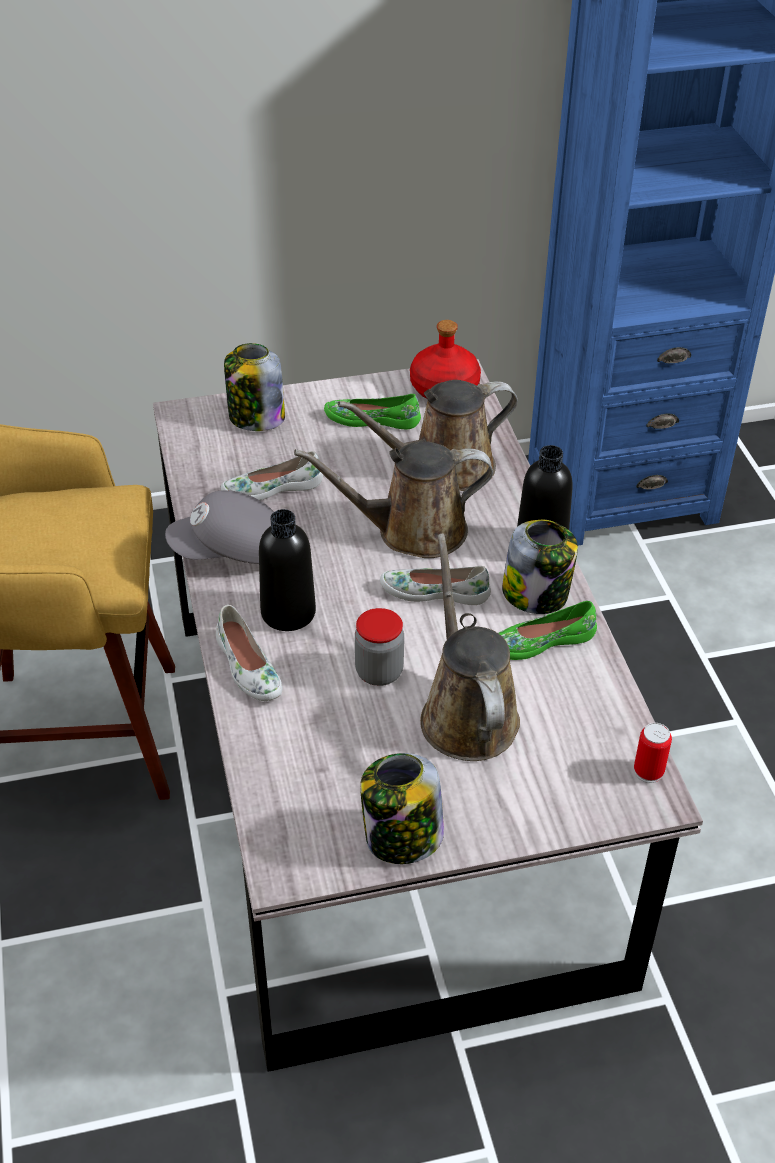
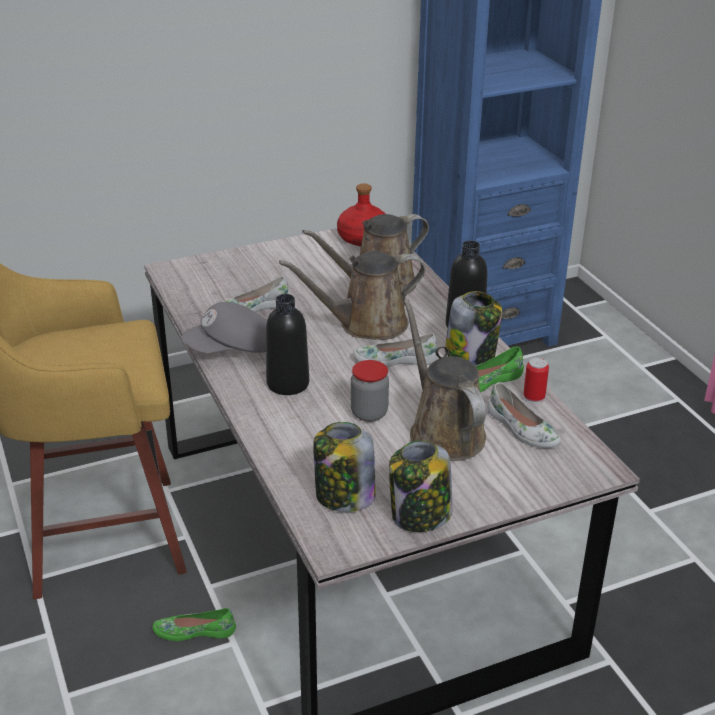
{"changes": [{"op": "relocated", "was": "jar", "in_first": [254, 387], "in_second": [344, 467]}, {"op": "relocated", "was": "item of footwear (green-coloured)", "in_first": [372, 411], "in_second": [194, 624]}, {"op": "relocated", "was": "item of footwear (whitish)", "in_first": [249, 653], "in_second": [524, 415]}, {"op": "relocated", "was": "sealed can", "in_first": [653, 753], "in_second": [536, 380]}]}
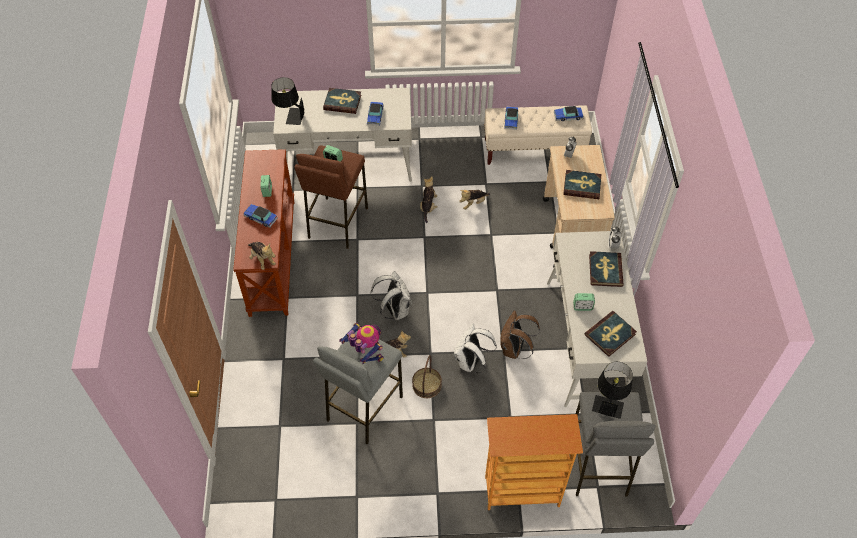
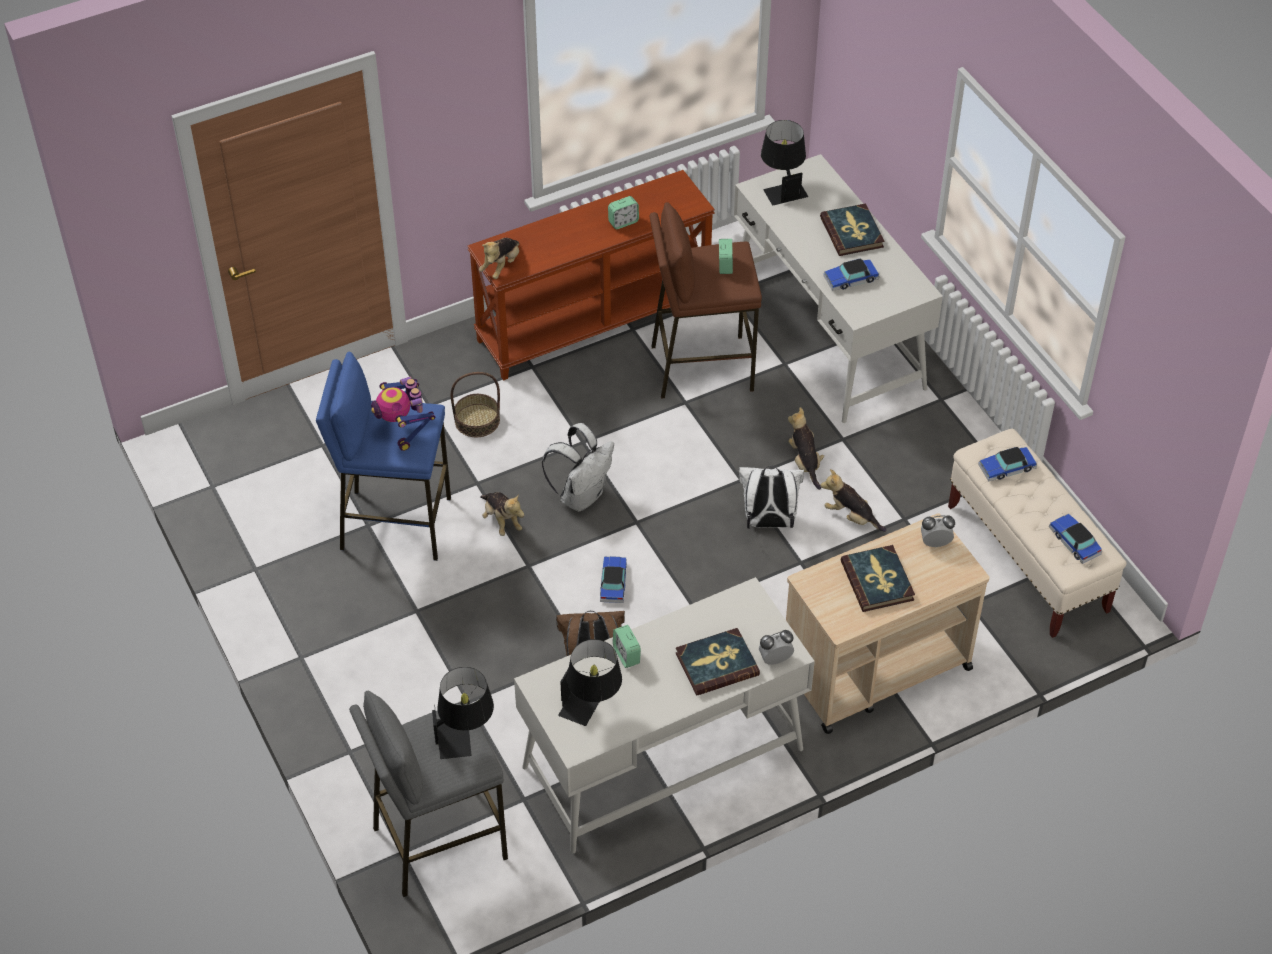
{"changes": [{"op": "spun", "was": "cuddly toy", "in_first": [429, 199], "in_second": [806, 448], "clockwise": -90}, {"op": "relocated", "was": "toy car", "in_first": [260, 216], "in_second": [613, 579]}, {"op": "exchanged", "was": "bound book", "now": "table lamp (black-coloured)", "in_first": [611, 334], "in_second": [590, 682]}, {"op": "spun", "was": "model robot", "in_first": [361, 343], "in_second": [403, 414], "clockwise": 135}, {"op": "relocated", "was": "backpack (whitish)", "in_first": [475, 348], "in_second": [771, 497]}, {"op": "colour", "was": "stool seat (gray)", "now": "stool seat (blue)", "in_first": [358, 387], "in_second": [383, 456]}, {"op": "relocated", "was": "storage basket", "in_first": [427, 376], "in_second": [475, 404]}, {"op": "missing", "was": "bookcase", "in_first": [534, 462]}]}
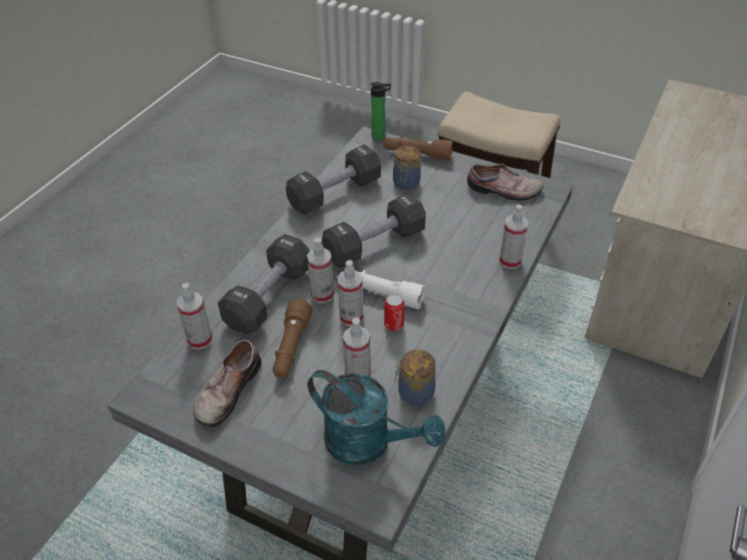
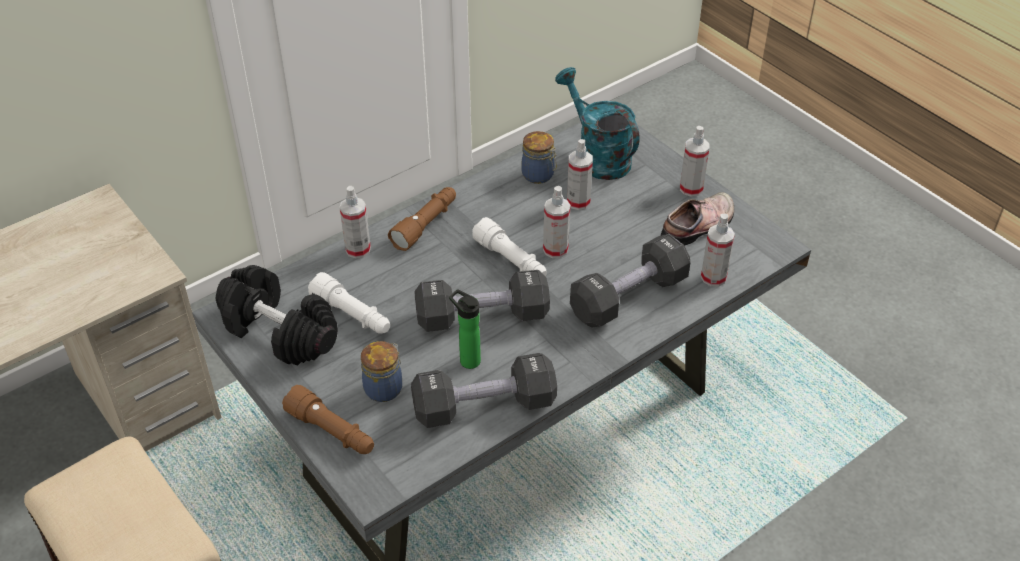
{"changes": [{"op": "relocated", "was": "beverage bottle", "in_first": [381, 111], "in_second": [465, 329]}, {"op": "exchanged", "was": "item of footwear", "now": "free weight (black-coloured)", "in_first": [505, 182], "in_second": [277, 315]}, {"op": "relocated", "was": "hand sprayer", "in_first": [320, 270], "in_second": [695, 161]}, {"op": "missing", "was": "sealed can", "in_first": [394, 312]}, {"op": "relocated", "was": "torch (brownish)", "in_first": [292, 338], "in_second": [422, 219]}, {"op": "appeared", "now": "torch (whitish)", "in_second": [349, 303]}]}
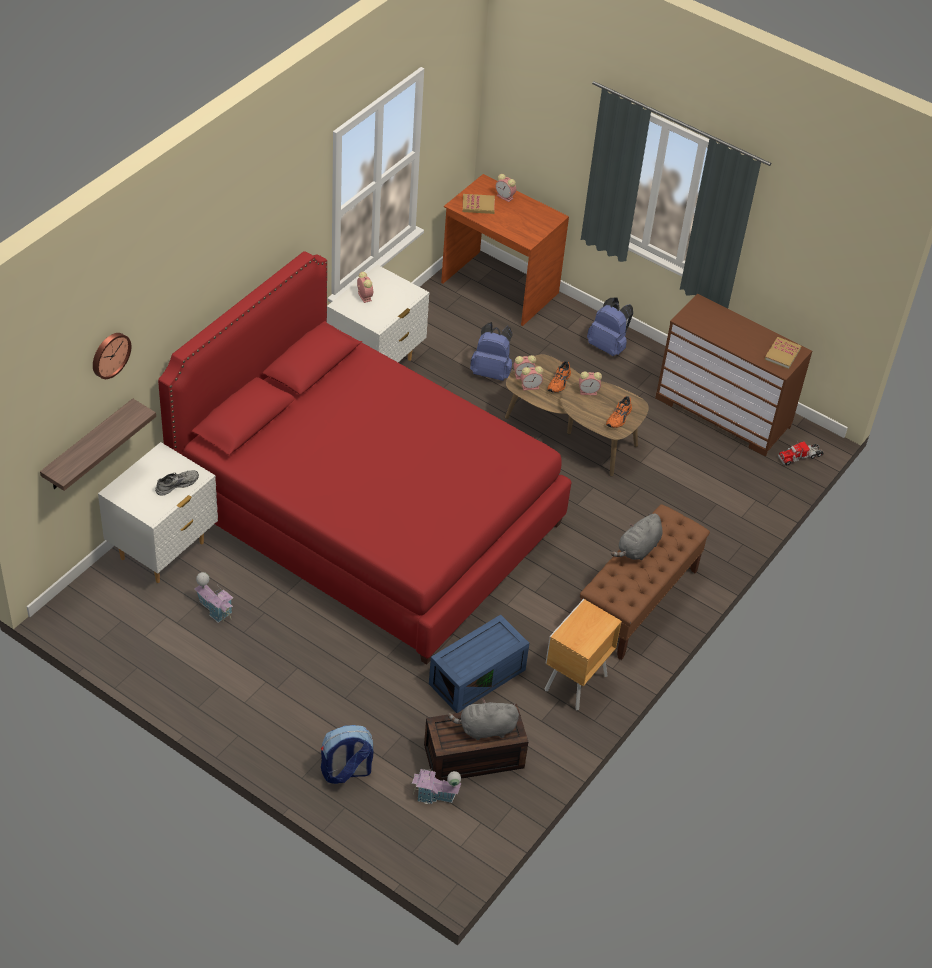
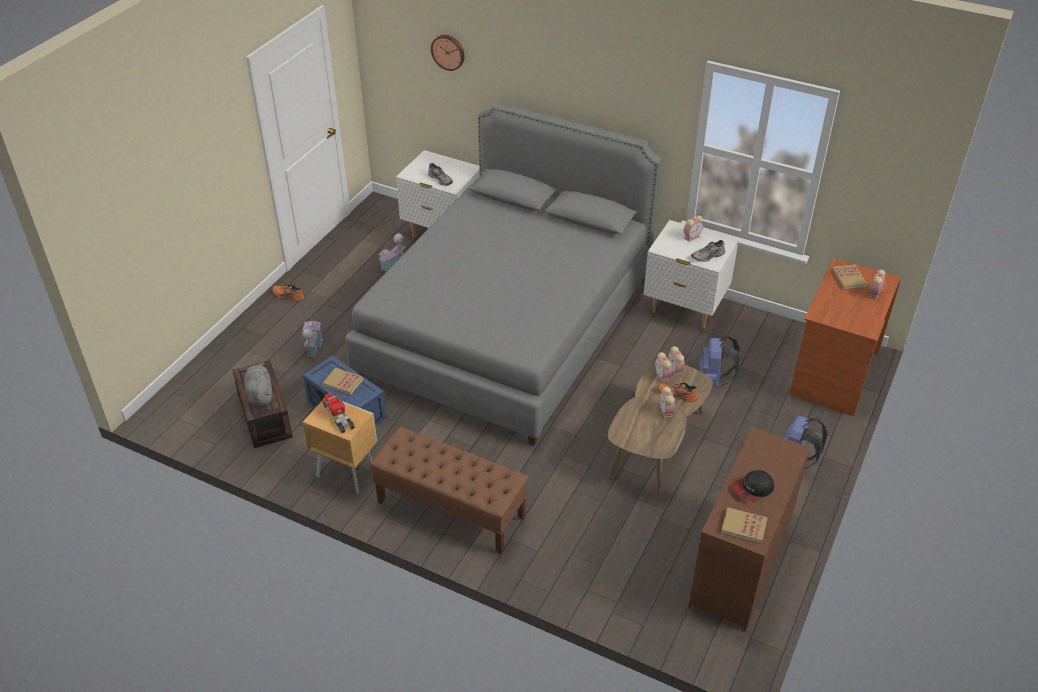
{"changes": [{"op": "colour", "was": "bedroom bed (reddish)", "now": "bedroom bed (gray)", "in_first": [364, 458], "in_second": [503, 274]}, {"op": "relocated", "was": "item of footwear (orangey)", "in_first": [619, 412], "in_second": [288, 292]}, {"op": "missing", "was": "wall shelf", "in_first": [98, 444]}, {"op": "relocated", "was": "toy truck", "in_first": [801, 453], "in_second": [338, 413]}, {"op": "missing", "was": "cuddly toy (gray)", "in_first": [636, 537]}, {"op": "missing", "was": "backpack", "in_first": [347, 754]}, {"op": "relocated", "was": "toy house", "in_first": [436, 786], "in_second": [312, 336]}, {"op": "appeared", "now": "item of footwear (gray)", "in_second": [708, 251]}, {"op": "appeared", "now": "bound book", "in_second": [343, 381]}, {"op": "appeared", "now": "peaked cap", "in_second": [753, 485]}]}
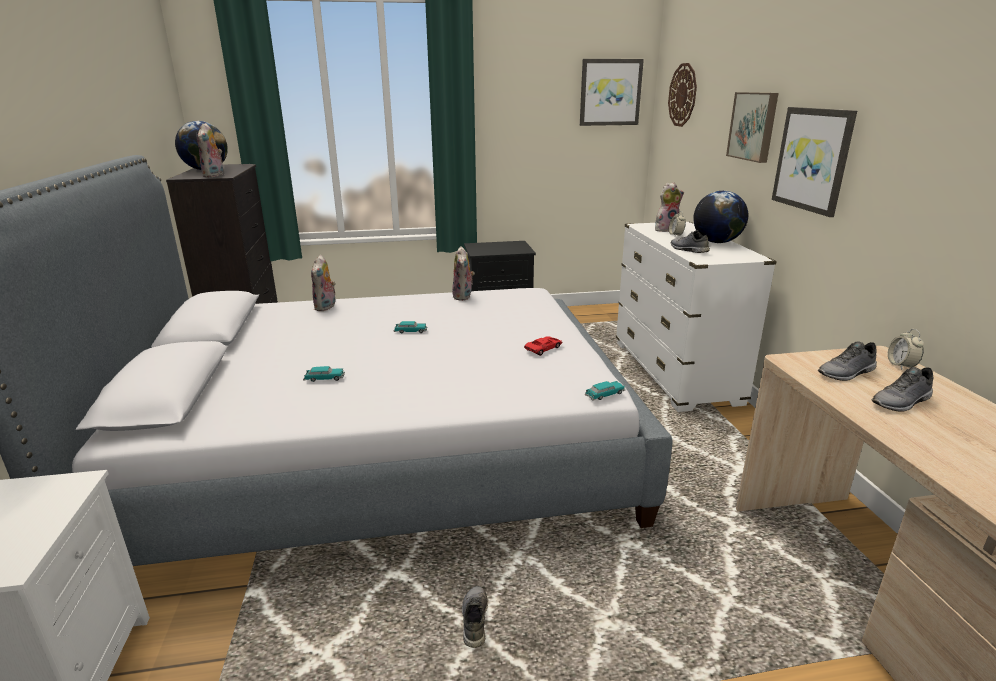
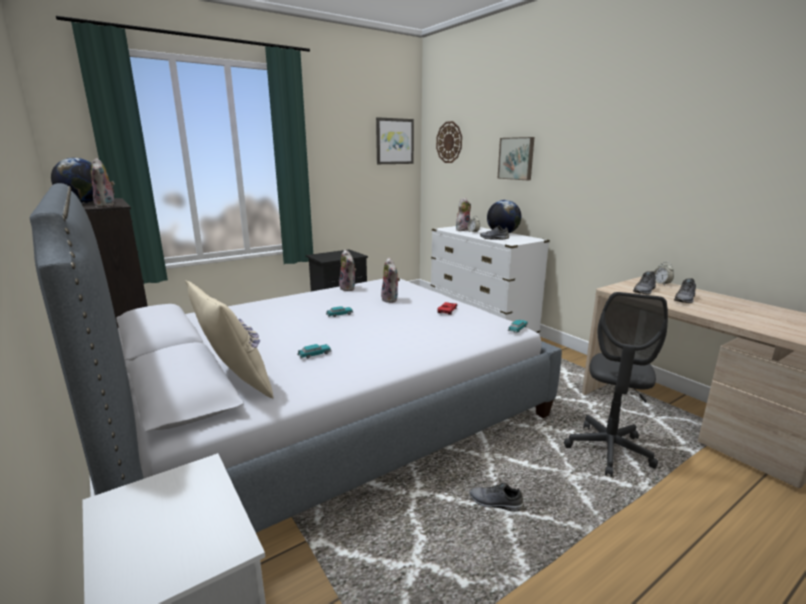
{"changes": [{"op": "missing", "was": "picture", "in_first": [814, 162]}, {"op": "relocated", "was": "cuddly toy", "in_first": [323, 283], "in_second": [390, 280]}, {"op": "spun", "was": "item of footwear (gray)", "in_first": [475, 617], "in_second": [496, 497], "clockwise": -45}, {"op": "appeared", "now": "cushion (beige)", "in_second": [229, 339]}, {"op": "appeared", "now": "office chair (gray)", "in_second": [616, 384]}]}
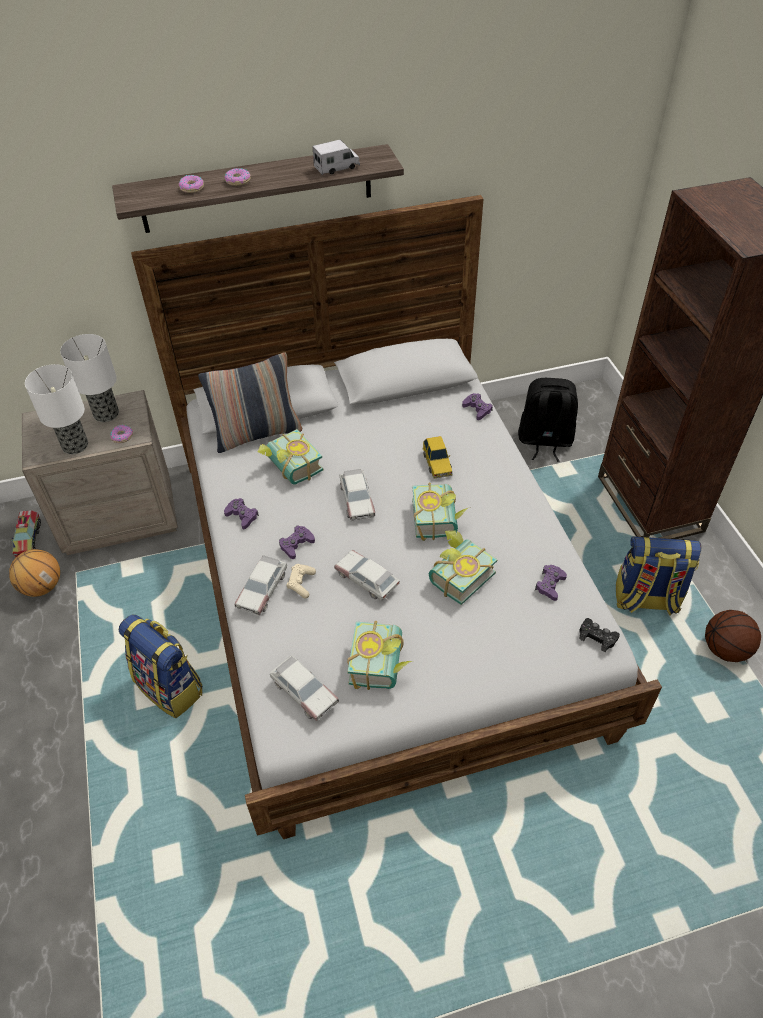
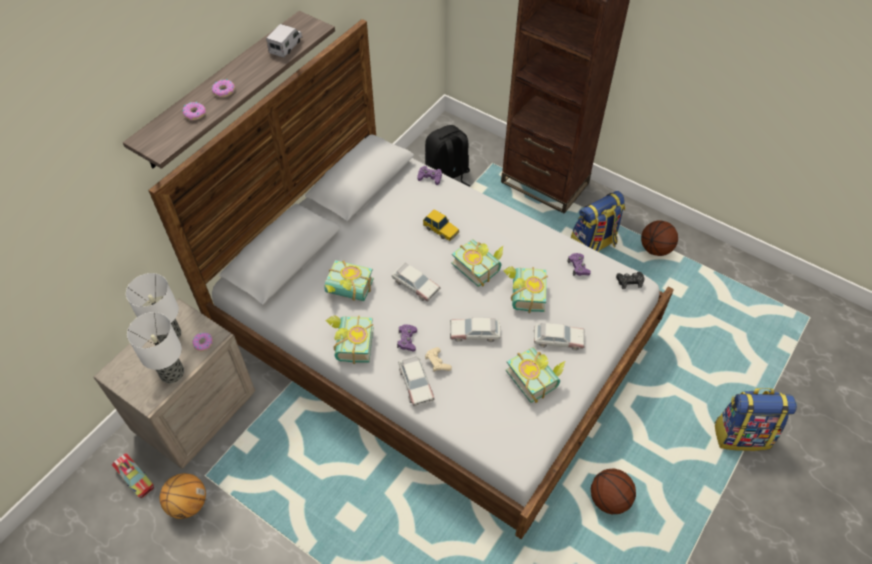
{"changes": [{"op": "missing", "was": "cushion", "in_first": [250, 402]}, {"op": "exchanged", "was": "gamepad (purple-coloured)", "now": "bound book", "in_first": [241, 513], "in_second": [349, 339]}, {"op": "relocated", "was": "backpack", "in_first": [160, 666], "in_second": [755, 419]}, {"op": "relocated", "was": "toy car", "in_first": [304, 688], "in_second": [559, 337]}, {"op": "appeared", "now": "basketball", "in_second": [613, 491]}]}
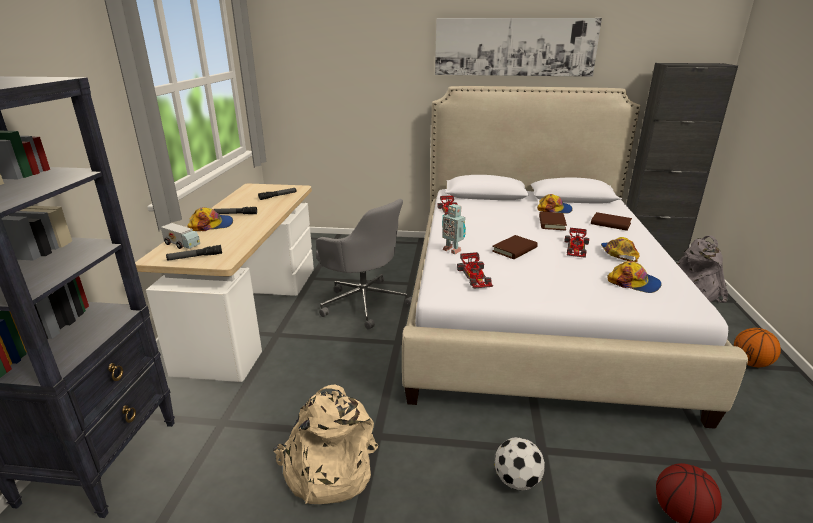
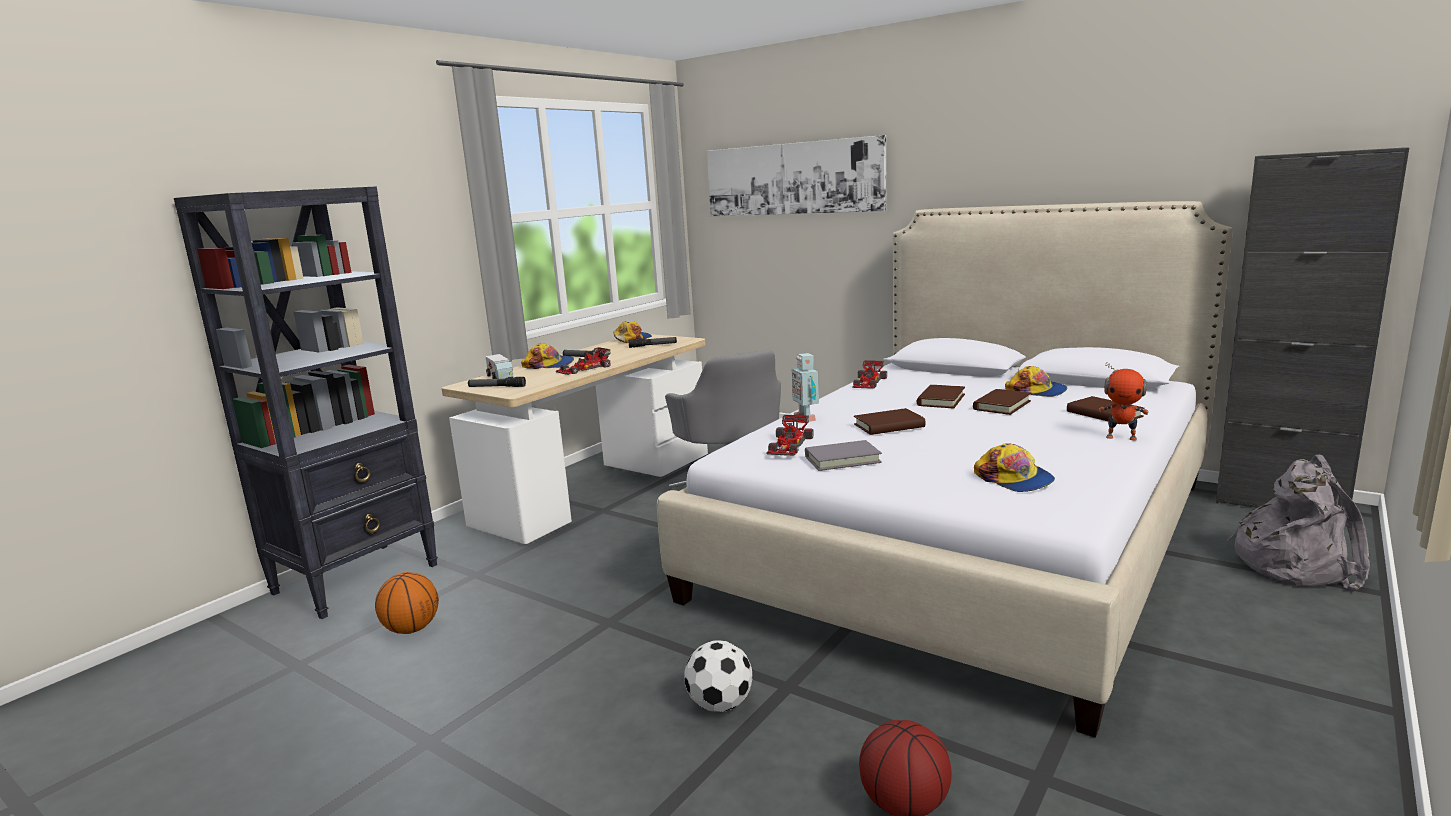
{"changes": [{"op": "relocated", "was": "picture", "in_first": [518, 47], "in_second": [797, 175]}, {"op": "relocated", "was": "toy car", "in_first": [576, 243], "in_second": [583, 361]}, {"op": "relocated", "was": "peaked cap", "in_first": [620, 249], "in_second": [632, 332]}, {"op": "relocated", "was": "basketball", "in_first": [757, 347], "in_second": [407, 603]}, {"op": "missing", "was": "backpack (beige)", "in_first": [325, 444]}, {"op": "appeared", "now": "model robot", "in_second": [1124, 401]}, {"op": "appeared", "now": "bound book (brownish)", "in_second": [941, 396]}, {"op": "appeared", "now": "bound book (gray)", "in_second": [843, 455]}]}
